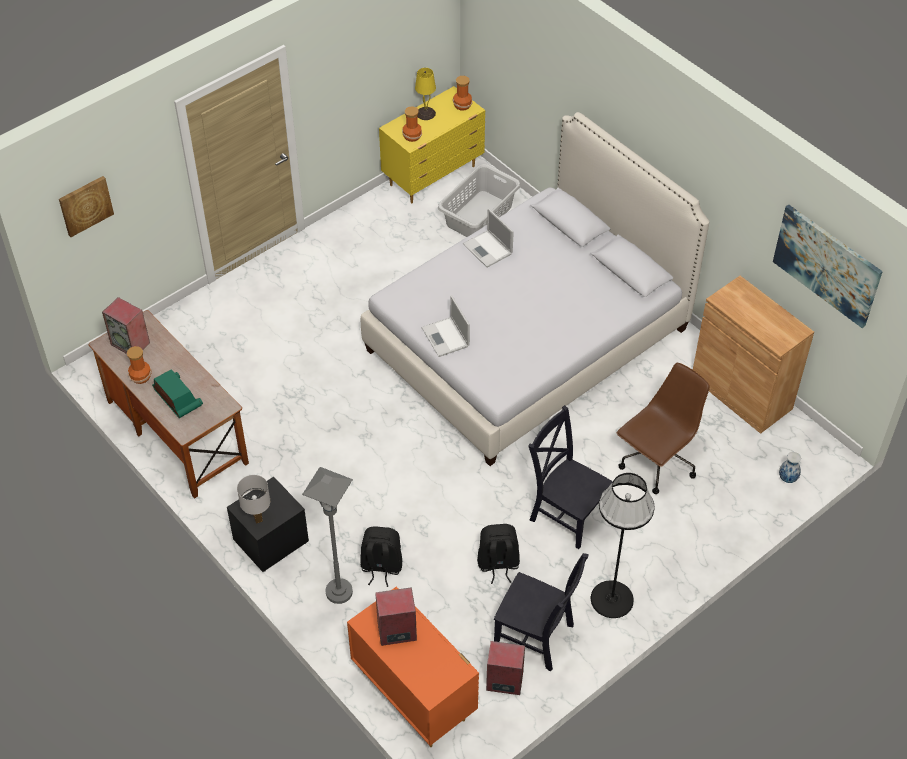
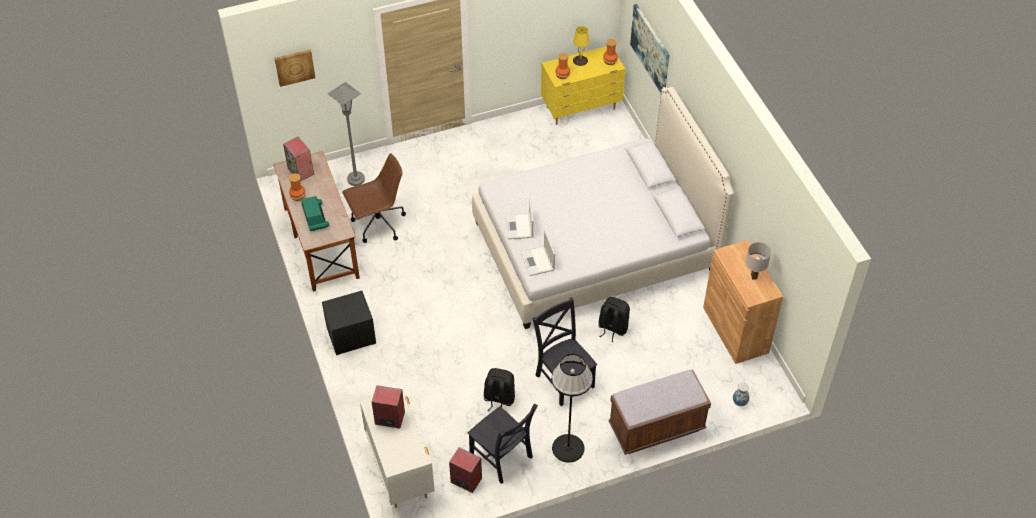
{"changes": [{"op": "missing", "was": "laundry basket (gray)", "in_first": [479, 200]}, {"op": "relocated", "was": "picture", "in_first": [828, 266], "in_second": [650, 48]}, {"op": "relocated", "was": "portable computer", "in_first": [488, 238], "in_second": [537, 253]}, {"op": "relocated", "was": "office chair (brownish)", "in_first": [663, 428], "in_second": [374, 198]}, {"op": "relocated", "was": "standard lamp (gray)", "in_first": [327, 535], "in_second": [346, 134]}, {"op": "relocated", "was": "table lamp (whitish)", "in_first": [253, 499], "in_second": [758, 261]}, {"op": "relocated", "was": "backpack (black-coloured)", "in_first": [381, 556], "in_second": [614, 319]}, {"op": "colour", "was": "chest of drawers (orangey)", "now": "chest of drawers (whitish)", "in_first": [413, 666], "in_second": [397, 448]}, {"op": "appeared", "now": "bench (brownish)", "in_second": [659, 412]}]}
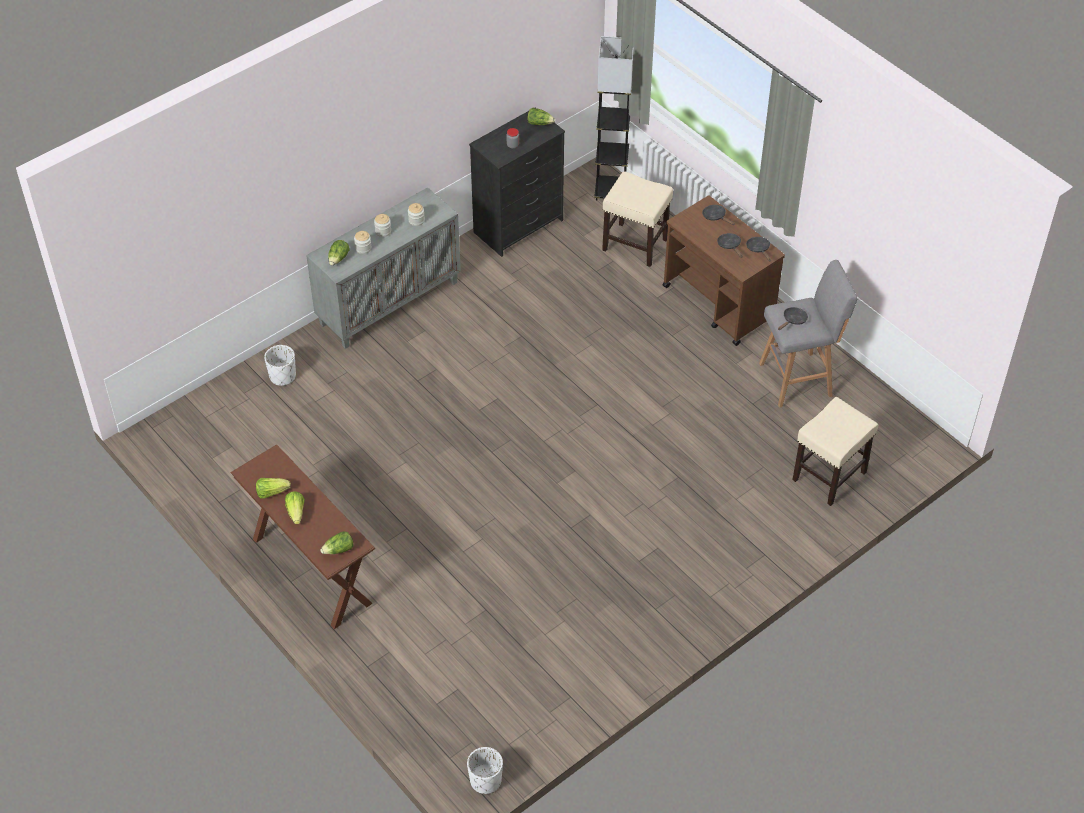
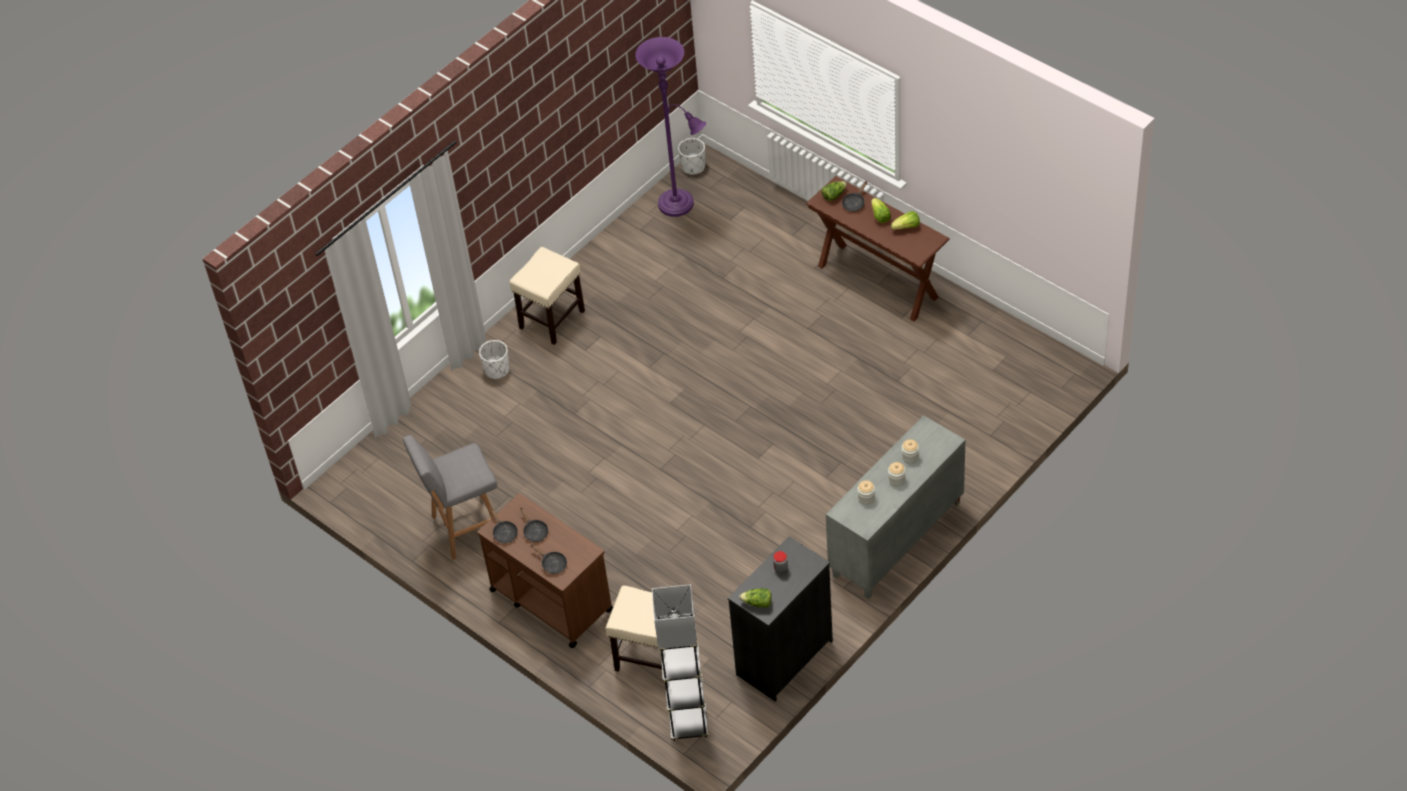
{"changes": [{"op": "missing", "was": "lettuce", "in_first": [338, 252]}, {"op": "relocated", "was": "skillet (black-coloured)", "in_first": [793, 318], "in_second": [854, 196]}, {"op": "relocated", "was": "flower pot (whitish)", "in_first": [280, 365], "in_second": [494, 359]}, {"op": "relocated", "was": "stool seat (beige)", "in_first": [835, 451], "in_second": [547, 296]}, {"op": "appeared", "now": "standard lamp (purple-coloured)", "in_second": [670, 127]}]}
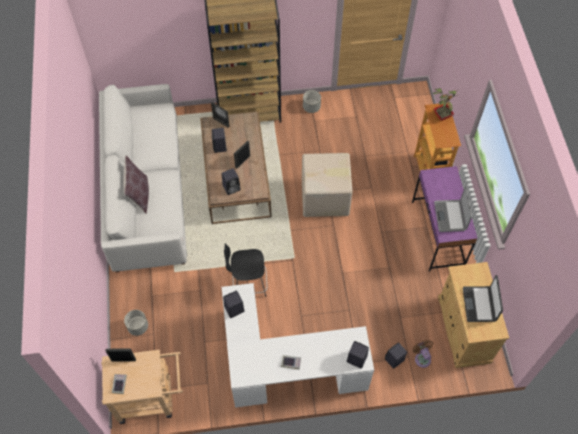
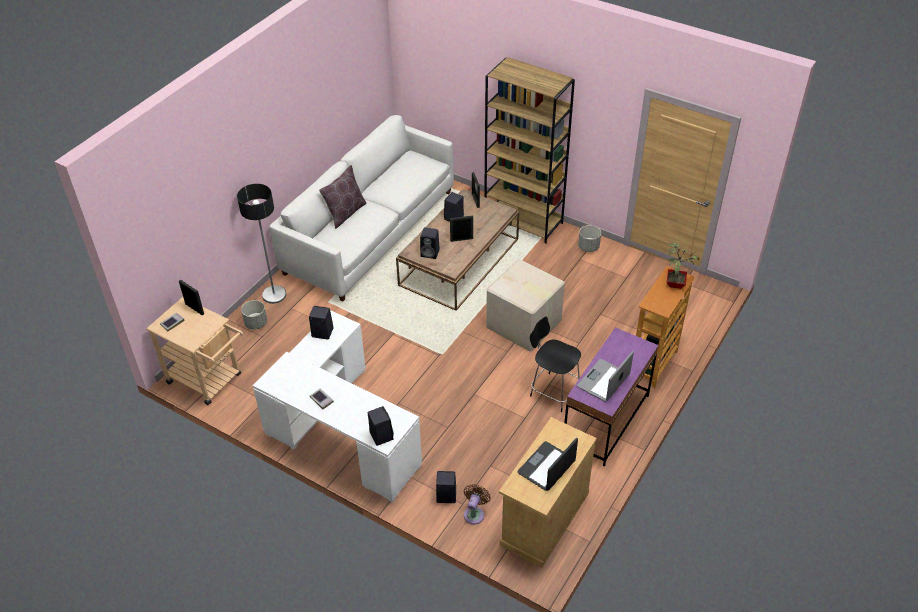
{"changes": [{"op": "relocated", "was": "stool seat (black-coloured)", "in_first": [246, 270], "in_second": [555, 364]}, {"op": "appeared", "now": "standard lamp", "in_second": [261, 244]}]}
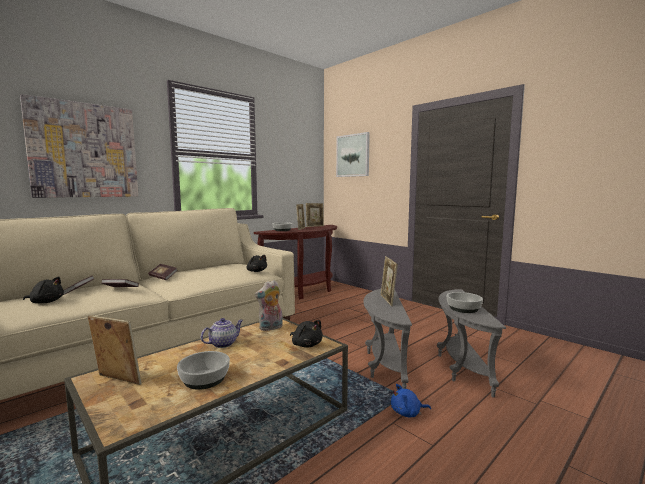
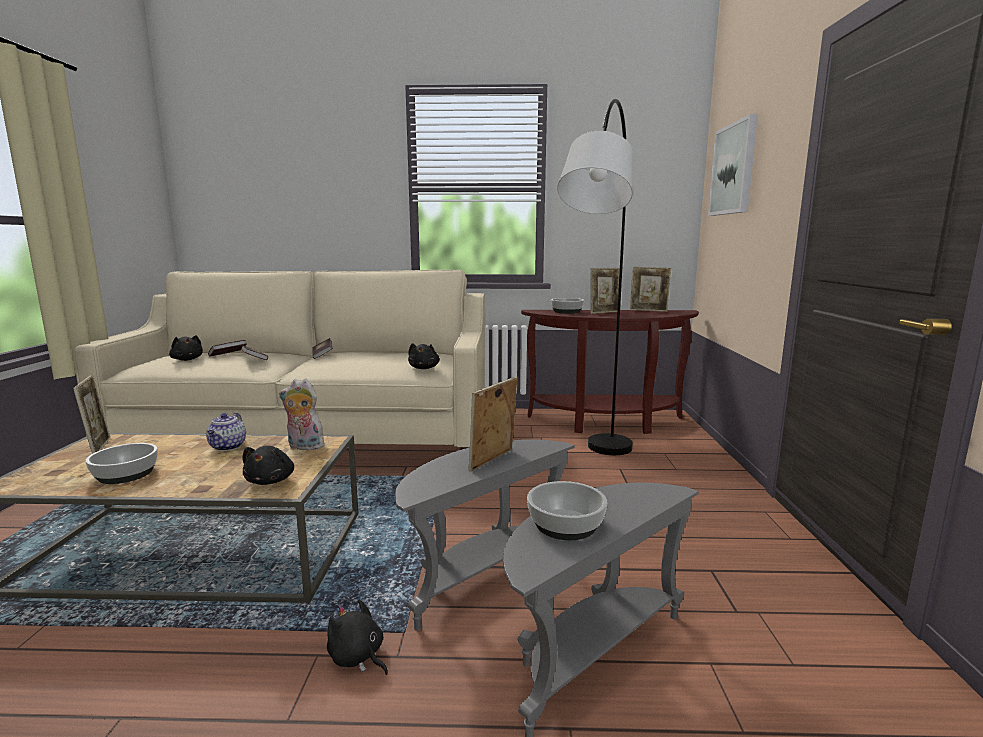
{"changes": [{"op": "missing", "was": "picture", "in_first": [79, 146]}, {"op": "spun", "was": "pot for tea", "in_first": [222, 333], "in_second": [226, 432], "clockwise": 90}, {"op": "colour", "was": "cuddly toy (blue)", "now": "cuddly toy (black-coloured)", "in_first": [411, 401], "in_second": [357, 637]}, {"op": "appeared", "now": "standard lamp (gray)", "in_second": [595, 277]}]}
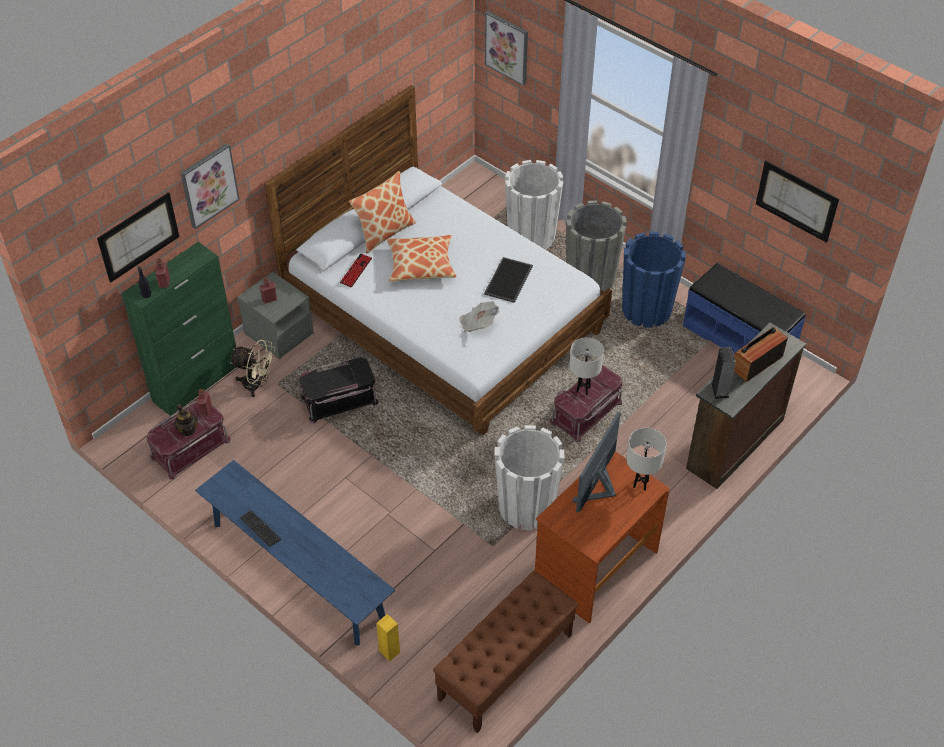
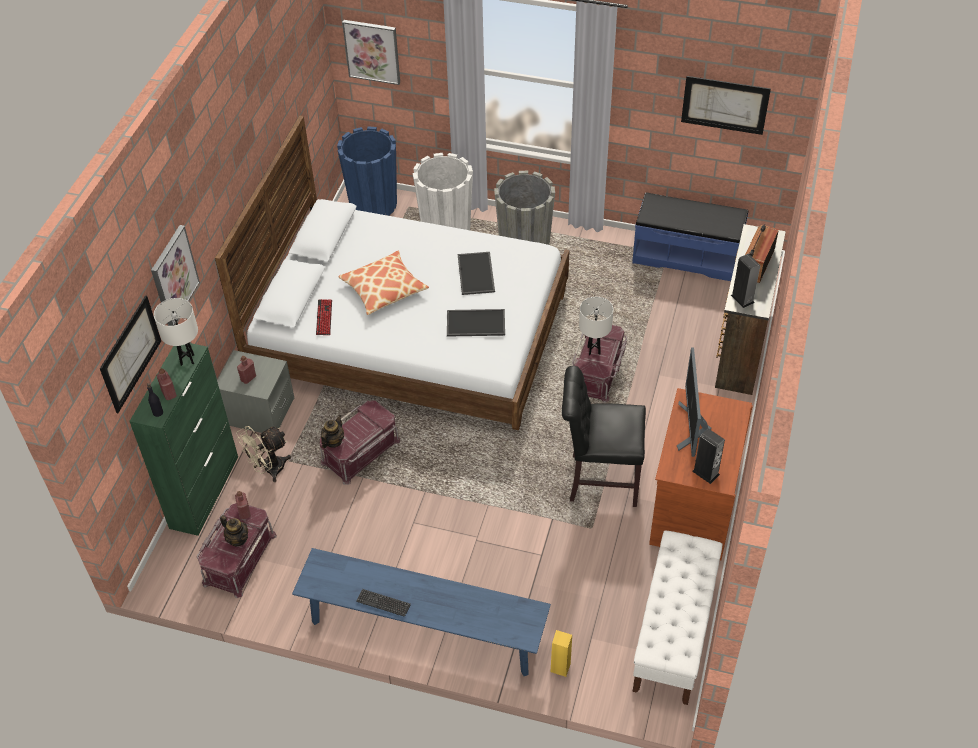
{"changes": [{"op": "missing", "was": "cushion", "in_first": [382, 212]}, {"op": "relocated", "was": "flower pot (blue)", "in_first": [654, 279], "in_second": [367, 171]}, {"op": "exchanged", "was": "newspaper", "now": "serving tray", "in_first": [479, 317], "in_second": [476, 323]}, {"op": "spun", "was": "electric fan (beige)", "in_first": [252, 368], "in_second": [263, 454], "clockwise": 150}, {"op": "colour", "was": "storage bin (black-coloured)", "now": "storage bin (reddish)", "in_first": [339, 390], "in_second": [360, 443]}, {"op": "exchanged", "was": "flower pot (whitish)", "now": "upright chair (black-coloured)", "in_first": [529, 477], "in_second": [604, 436]}, {"op": "relocated", "was": "table lamp (whitish)", "in_first": [646, 459], "in_second": [176, 332]}, {"op": "colour", "was": "bench (brownish)", "now": "bench (whitish)", "in_first": [505, 652], "in_second": [677, 617]}, {"op": "appeared", "now": "pot for tea", "in_second": [332, 431]}, {"op": "appeared", "now": "audio speaker", "in_second": [708, 456]}]}
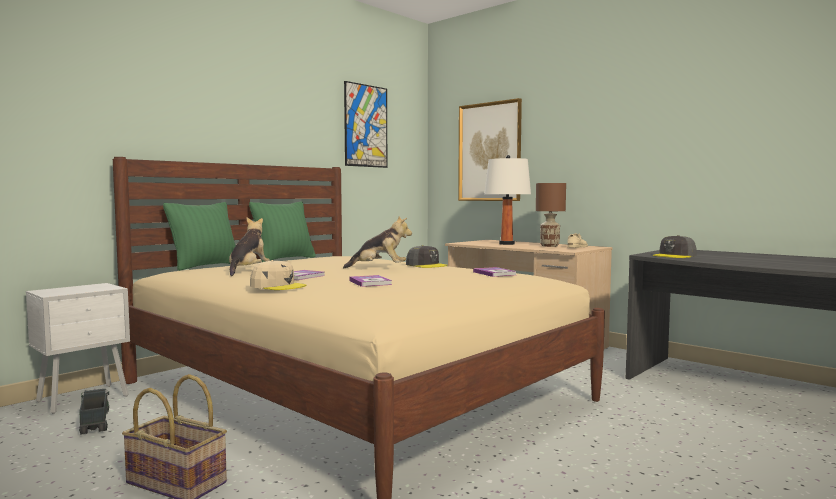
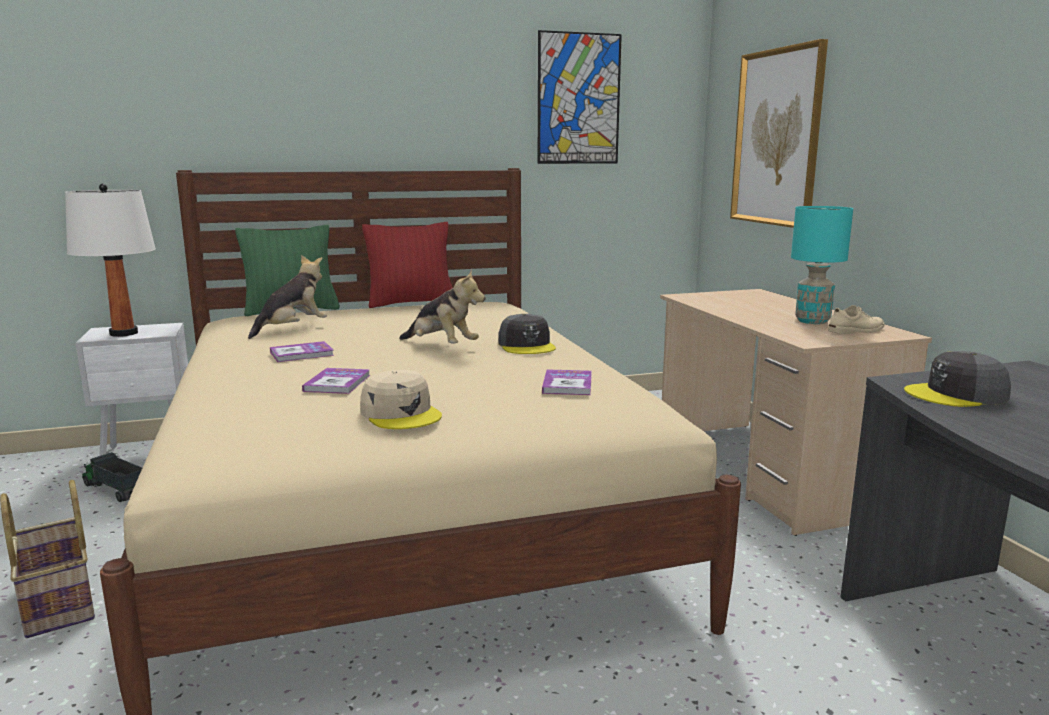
{"changes": [{"op": "relocated", "was": "table lamp (whitish)", "in_first": [507, 200], "in_second": [110, 260]}, {"op": "colour", "was": "table lamp (brownish)", "now": "table lamp (blue-green)", "in_first": [551, 215], "in_second": [822, 265]}, {"op": "colour", "was": "cushion (green-coloured)", "now": "cushion (reddish)", "in_first": [282, 232], "in_second": [407, 265]}, {"op": "relocated", "was": "peaked cap (beige)", "in_first": [278, 275], "in_second": [401, 399]}, {"op": "spun", "was": "toy truck", "in_first": [94, 412], "in_second": [112, 477], "clockwise": -60}]}
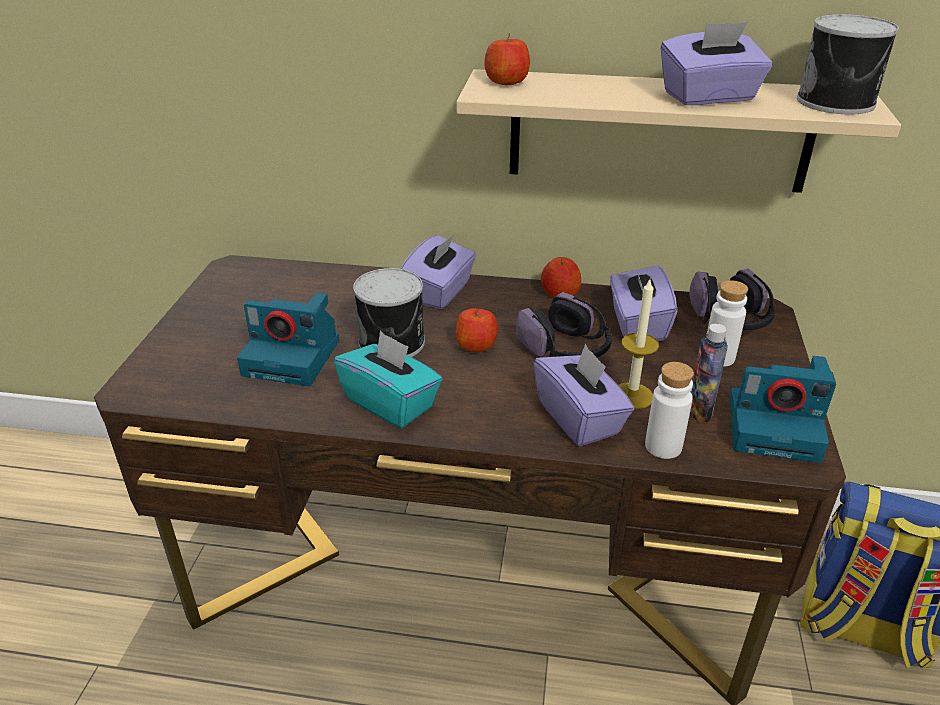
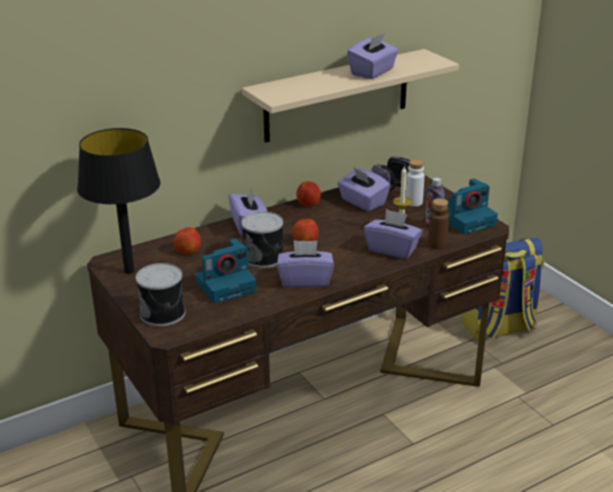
{"changes": [{"op": "relocated", "was": "sealed can", "in_first": [848, 64], "in_second": [161, 295]}, {"op": "relocated", "was": "whole apple", "in_first": [507, 59], "in_second": [187, 240]}, {"op": "missing", "was": "headphones", "in_first": [564, 325]}, {"op": "colour", "was": "tissue holder (blue-green)", "now": "tissue holder (purple-coloured)", "in_first": [388, 379], "in_second": [305, 264]}, {"op": "colour", "was": "beverage bottle (whitish)", "now": "beverage bottle (brownish)", "in_first": [669, 410], "in_second": [438, 223]}, {"op": "appeared", "now": "table lamp (black-coloured)", "in_second": [119, 201]}]}
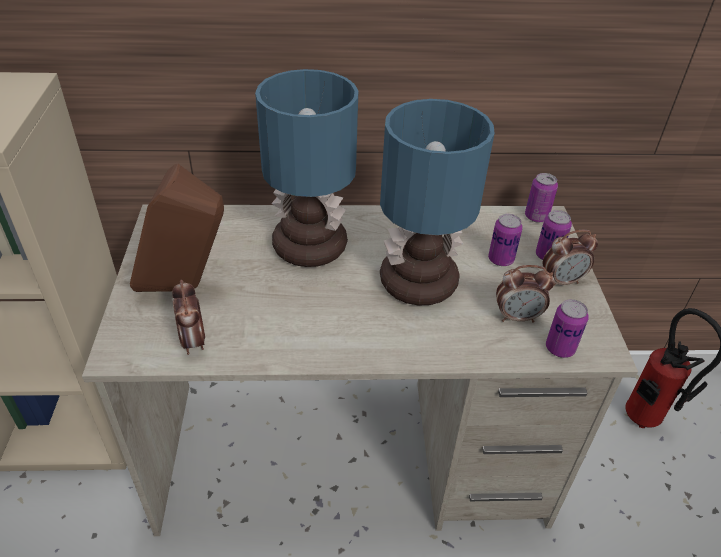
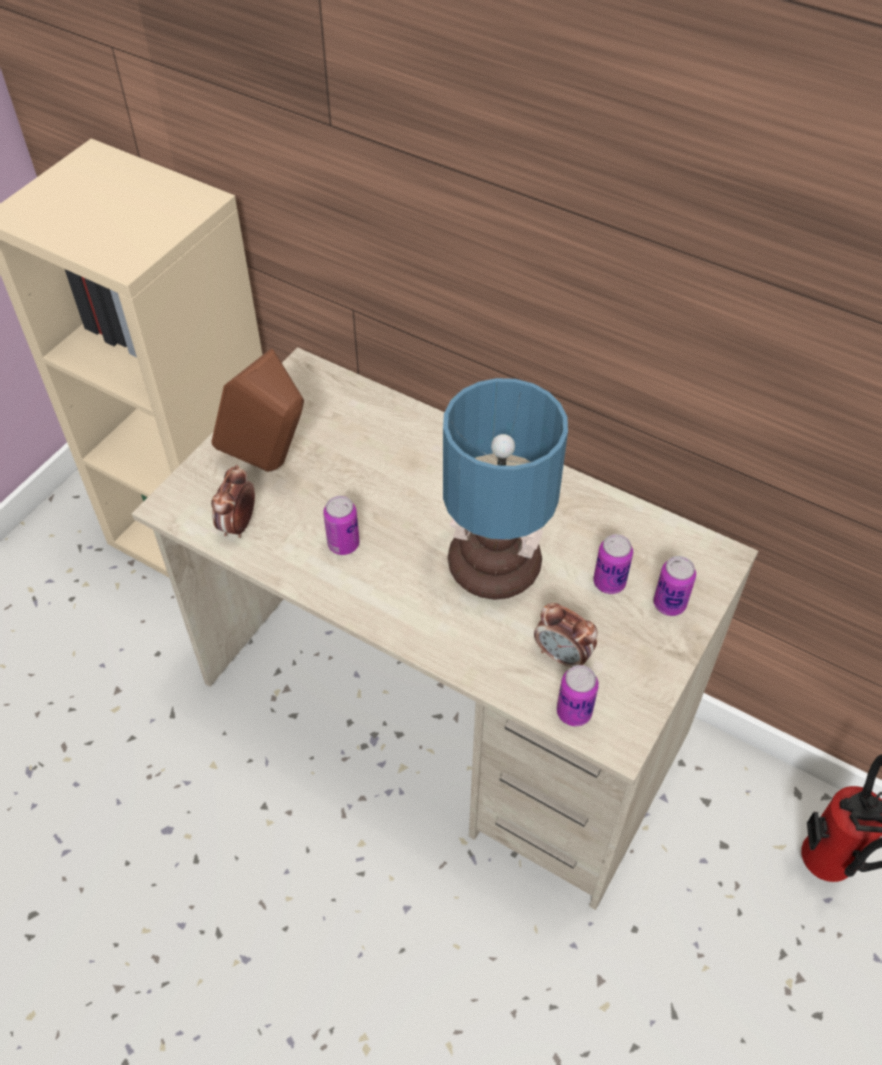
{"changes": [{"op": "missing", "was": "table lamp", "in_first": [306, 168]}, {"op": "relocated", "was": "sealed can", "in_first": [541, 198], "in_second": [341, 525]}, {"op": "missing", "was": "table clock", "in_first": [570, 259]}]}
